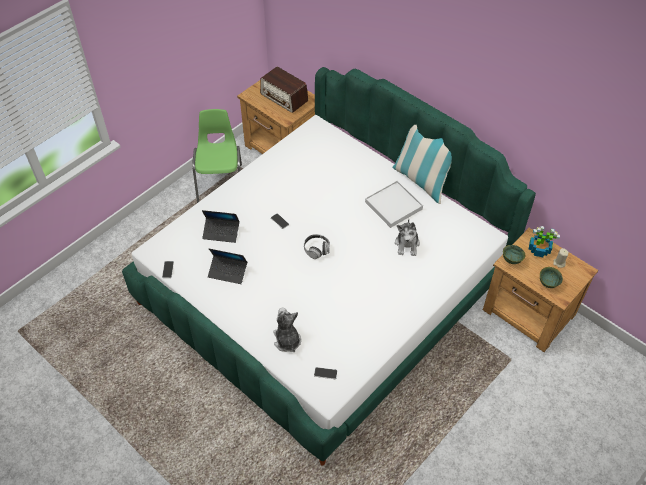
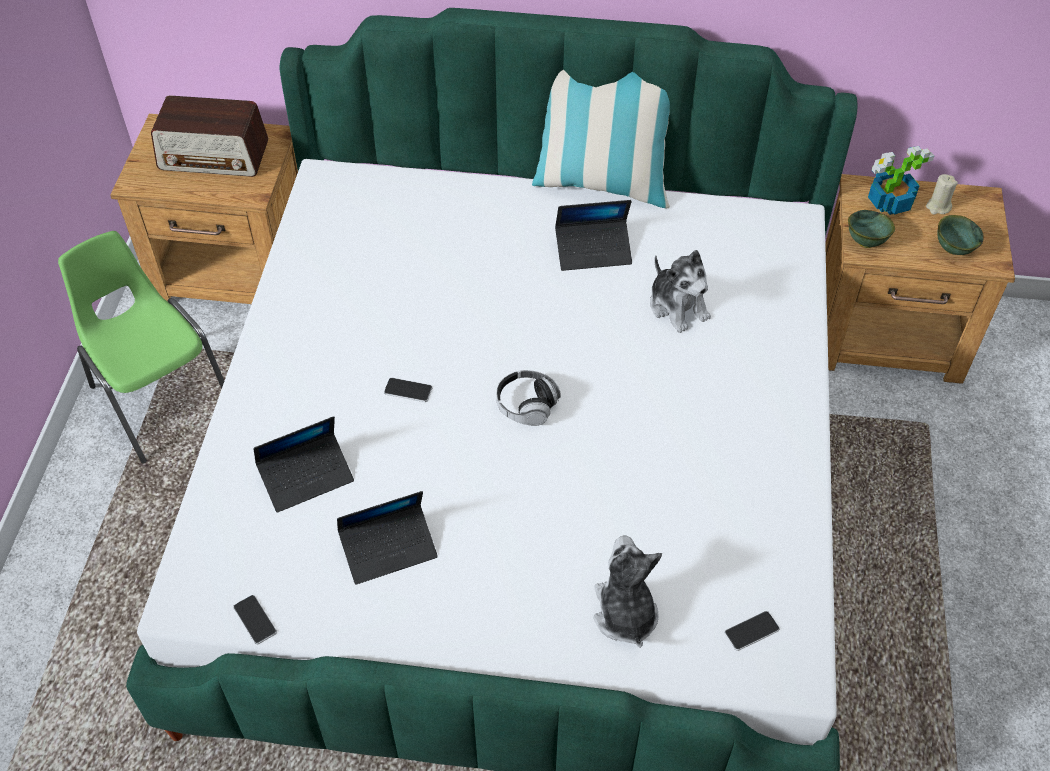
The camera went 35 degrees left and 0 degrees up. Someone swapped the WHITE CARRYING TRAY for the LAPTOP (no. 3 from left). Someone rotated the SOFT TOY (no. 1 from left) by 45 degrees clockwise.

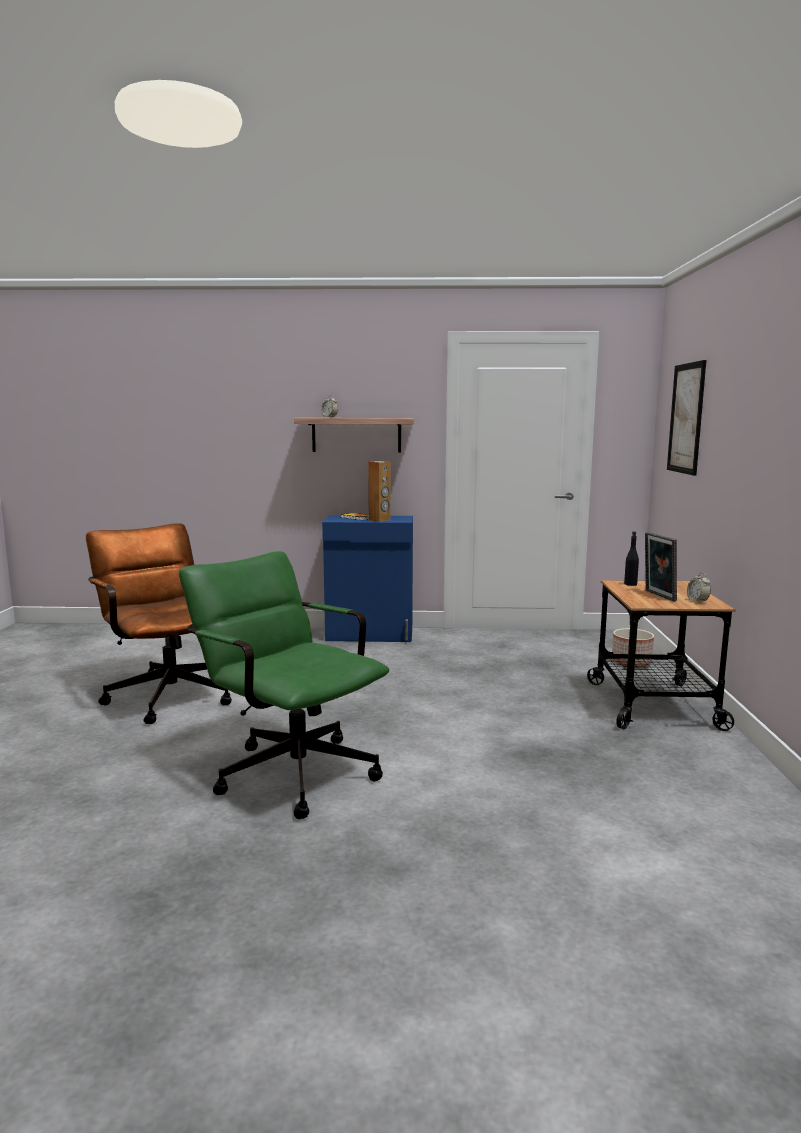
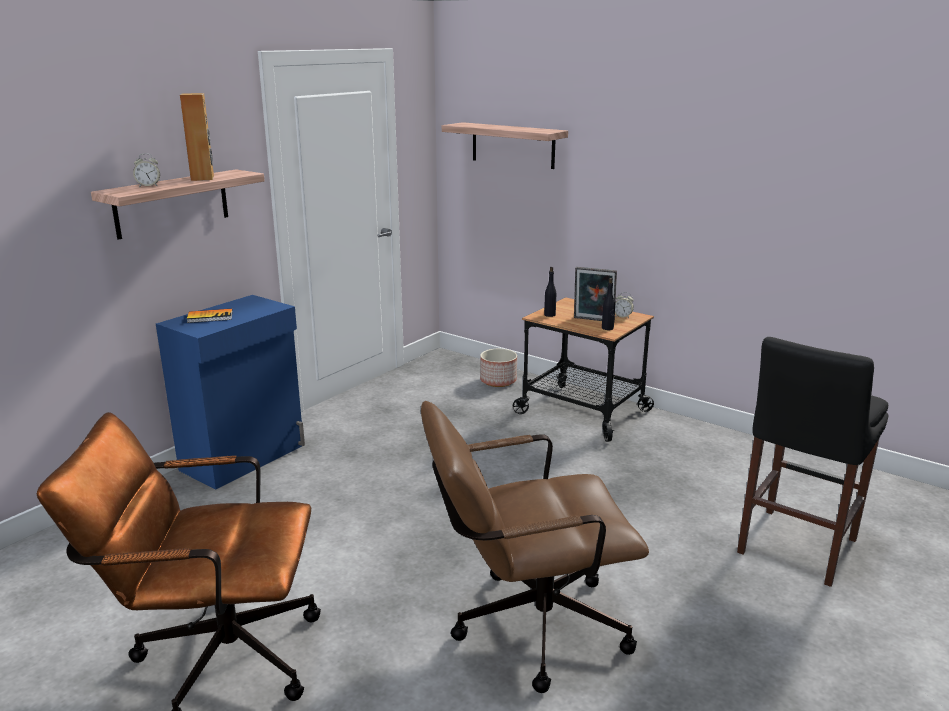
The camera went 55 degrees left and 10 degrees up. Someone put down the BLACKISH BOTTLE (no. 2 from left). Someone put down the BLACKISH STOOL. Someone carried the BROWNISH LOUDSPEAKER. Someone swapped the WALL PICTURE for the SHELF (no. 2 from left). Someone repainted the GREEN DESK CHAIR, which became the BROWNISH DESK CHAIR (no. 2 from left).

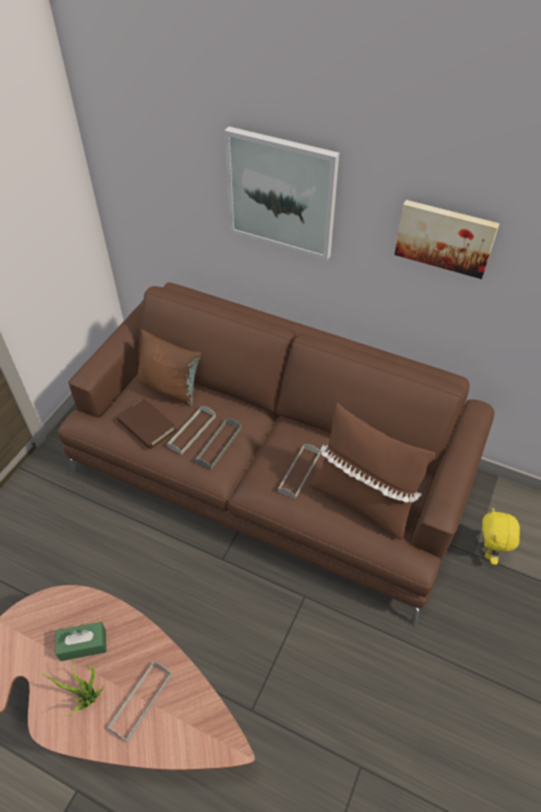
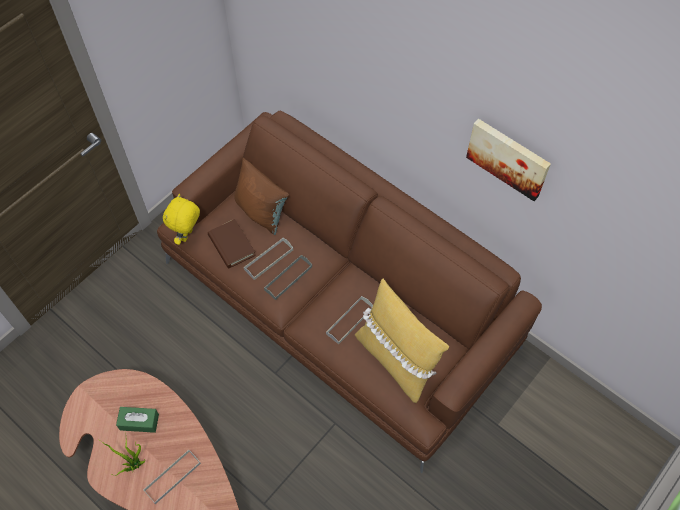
The camera went 15 degrees right and 10 degrees up. Someone took away the WALL PICTURE (no. 1 from left). Someone carried the YELLOW-COLOURED SOFT TOY. Someone repainted the BROWNISH PILLOW (no. 2 from left), which became the YELLOW-COLOURED PILLOW.

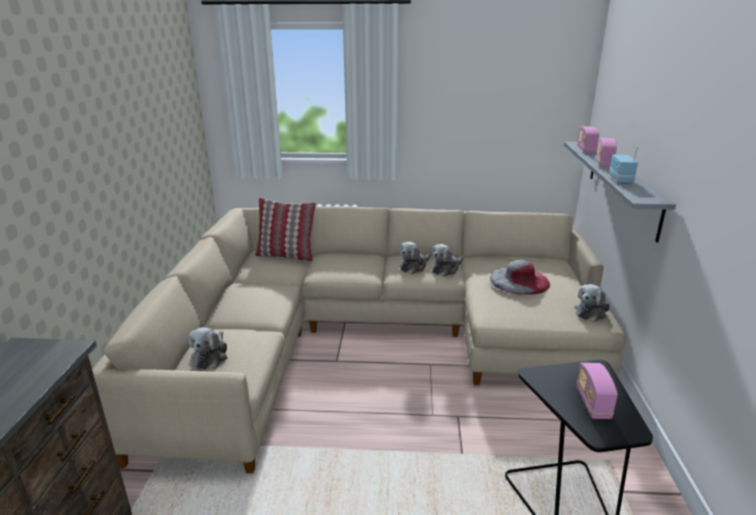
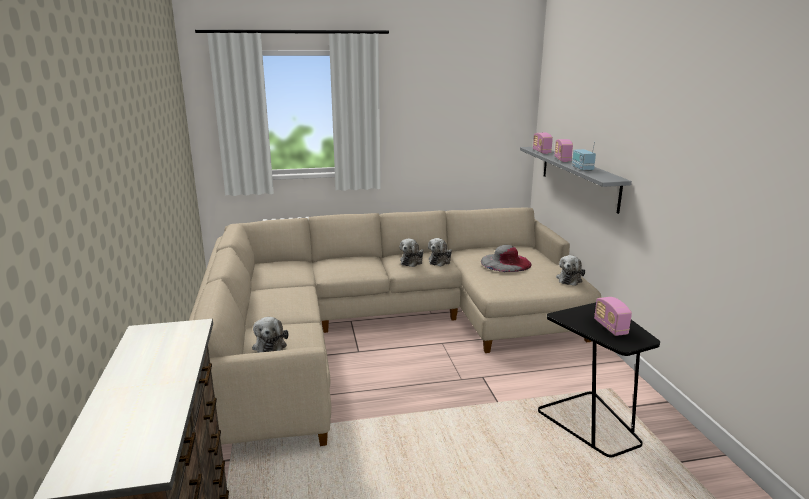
The camera went 15 degrees left and 5 degrees down. Someone took away the PILLOW.

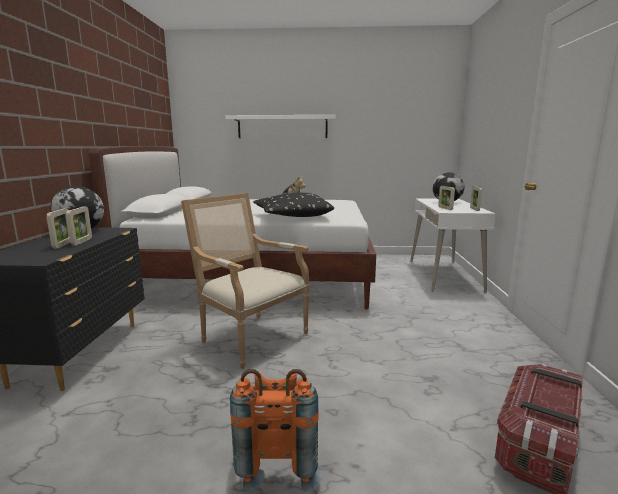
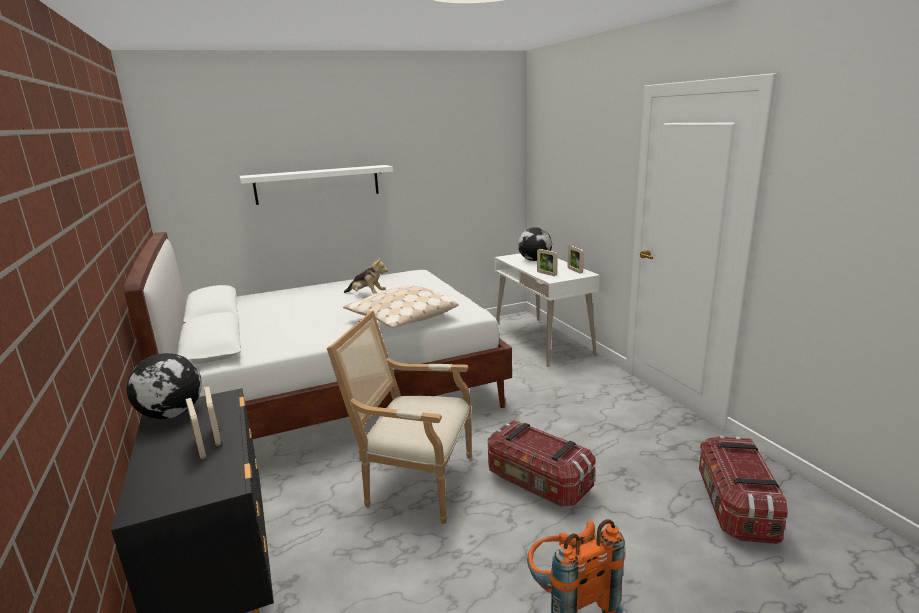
The camera went 25 degrees left and 5 degrees up. Someone put down the STORAGE BIN (no. 1 from left). Someone repainted the BLACKISH PILLOW, which became the SAND-COLOURED PILLOW.

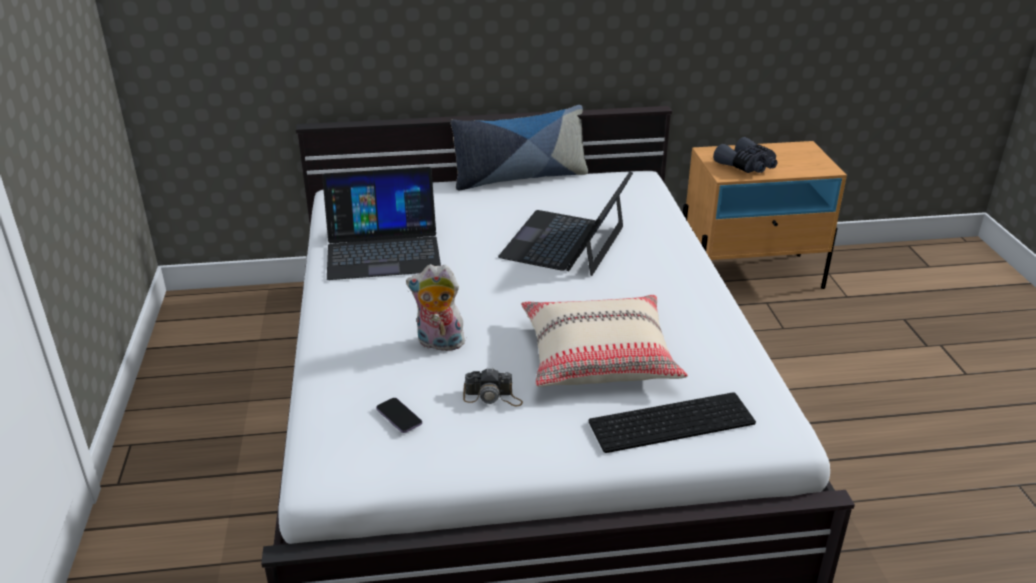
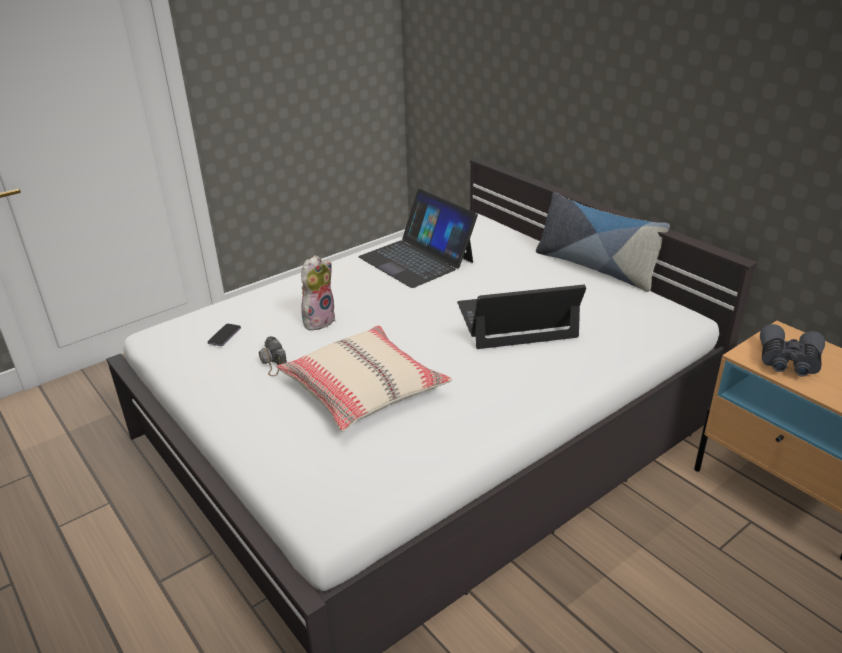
The camera went 60 degrees right and 0 degrees up. Someone took away the PC KEYBOARD. Someone rotated the SOFT TOY by 60 degrees clockwise.

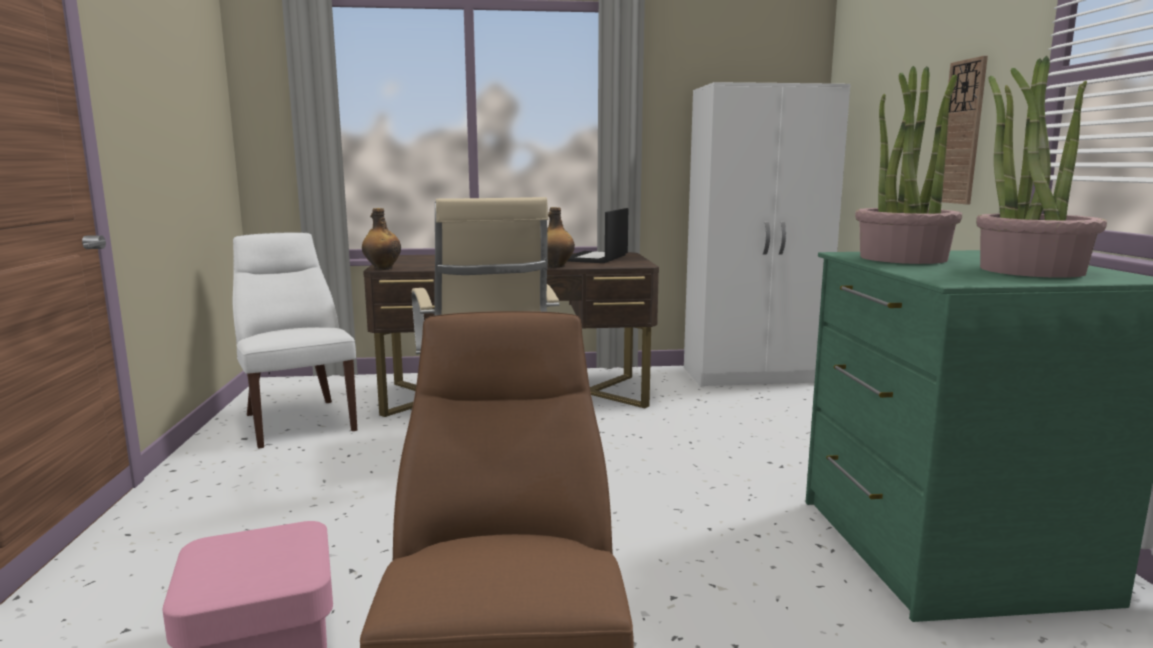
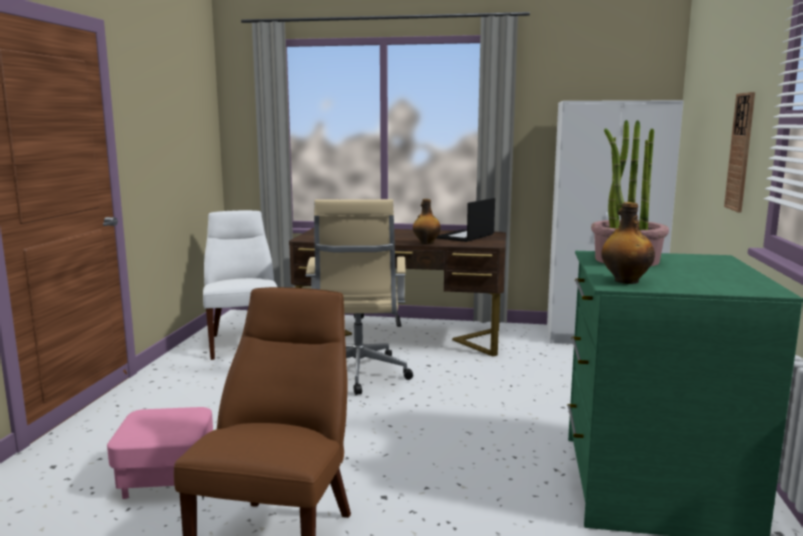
The camera went 15 degrees right and 0 degrees up. Someone took away the POTTED PLANT (no. 2 from left). Someone carried the BOTTLE (no. 1 from left in the first image).

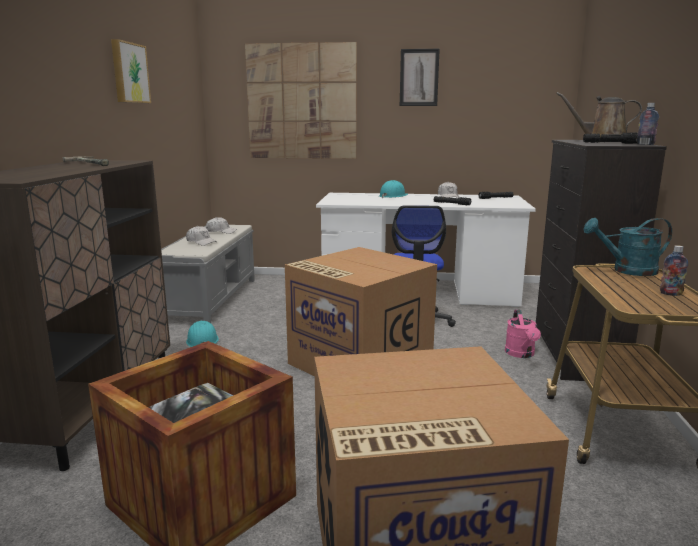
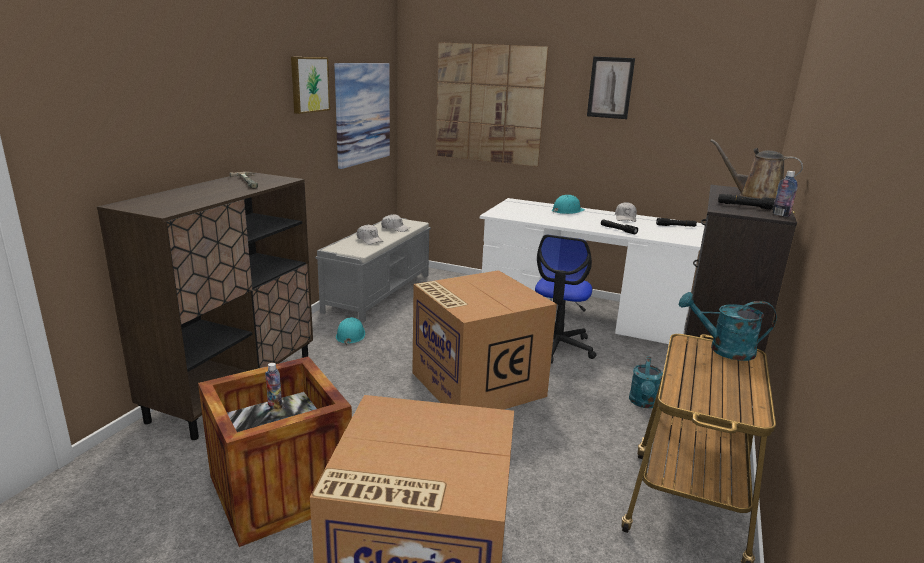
The camera went 15 degrees right and 5 degrees up. Someone put up the WALL PICTURE (no. 2 from left). Someone carried the BOTTLE (no. 2 from left in the first image). Someone repainted the PINKISH SPRINKLING CAN, which became the TURQUOISE SPRINKLING CAN (no. 1 from left).

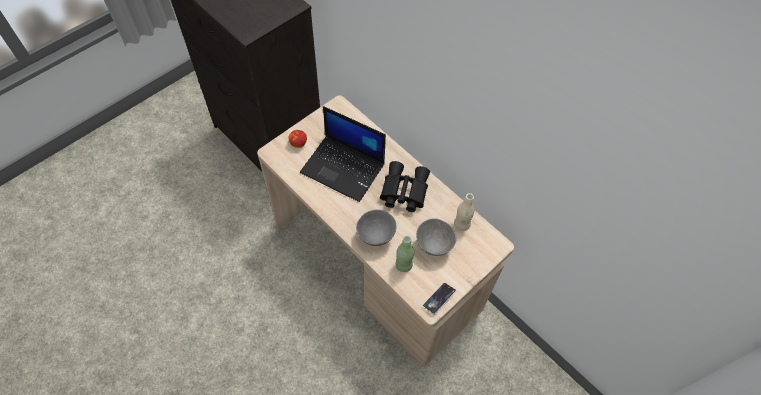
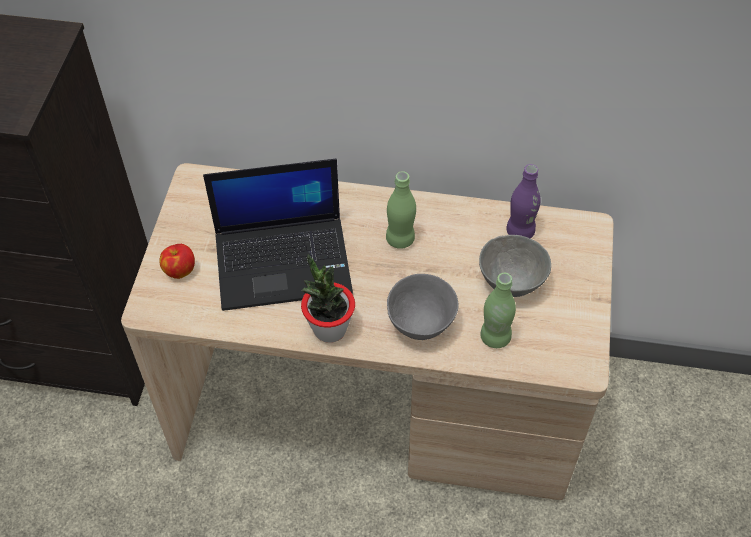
The camera went 35 degrees left and 5 degrees down. Someone took away the HANDSET. Someone put down the POTTED PLANT. Someone swapped the BLACKISH FIELD GLASSES for the GREEN BOTTLE (no. 1 from left). Someone repainted the SAND-COLOURED BOTTLE, which became the PURPLISH BOTTLE.

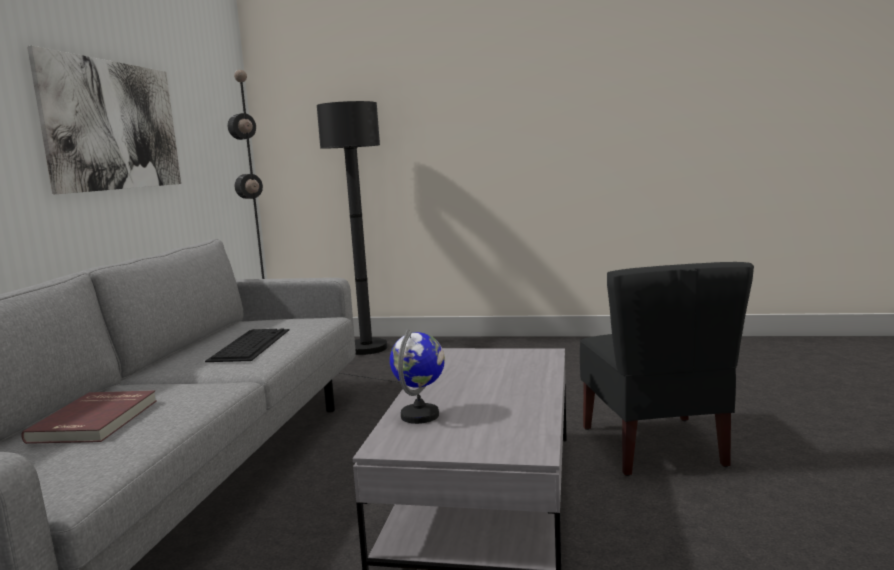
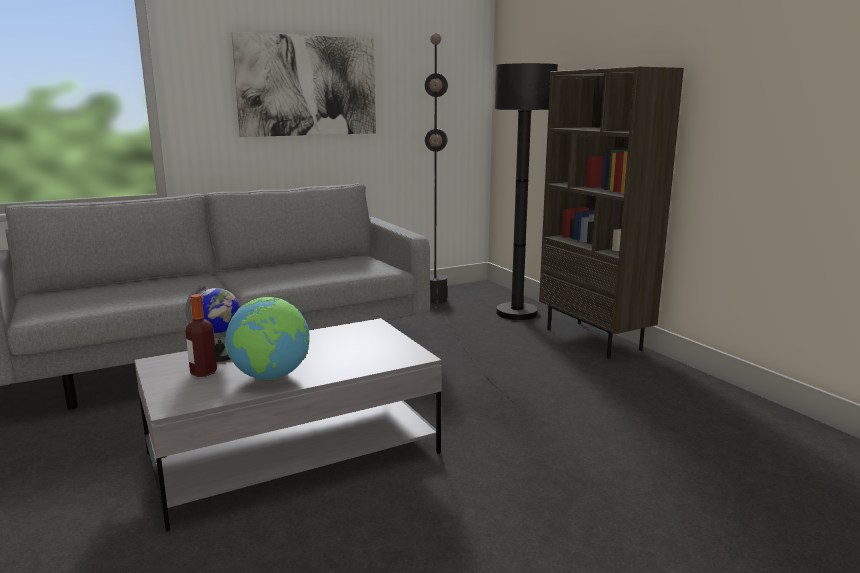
The camera went 50 degrees right and 5 degrees up. Someone took away the RED BOOK. Someone took away the PC KEYBOARD. Someone took away the BLACKISH CHAIR. Someone put down the BOTTLE. Someone put down the WORLD GLOBE (no. 2 from left). Someone put down the BROWNISH SHELVING UNIT.

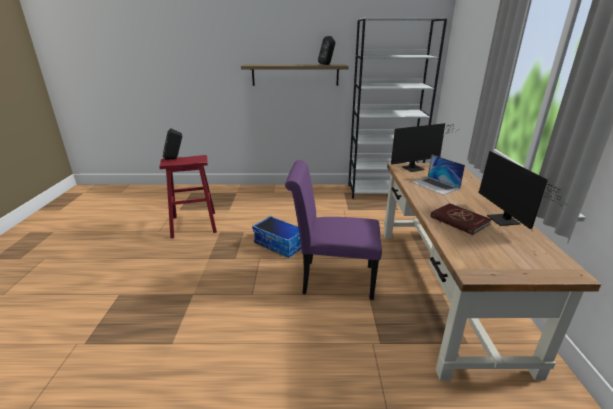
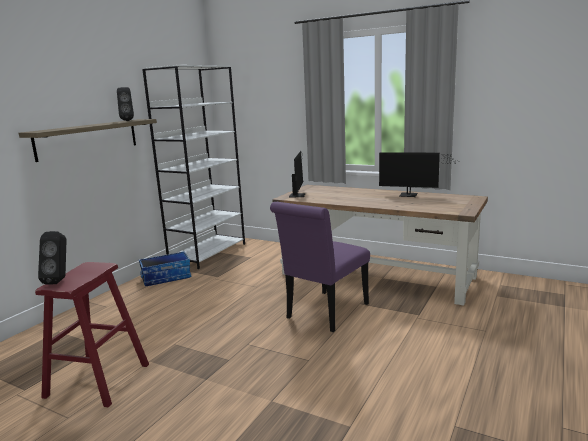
The camera went 60 degrees left and 10 degrees down. Someone took away the LAPTOP. Someone took away the RED BOOK. Someone carried the STORAGE BIN.

